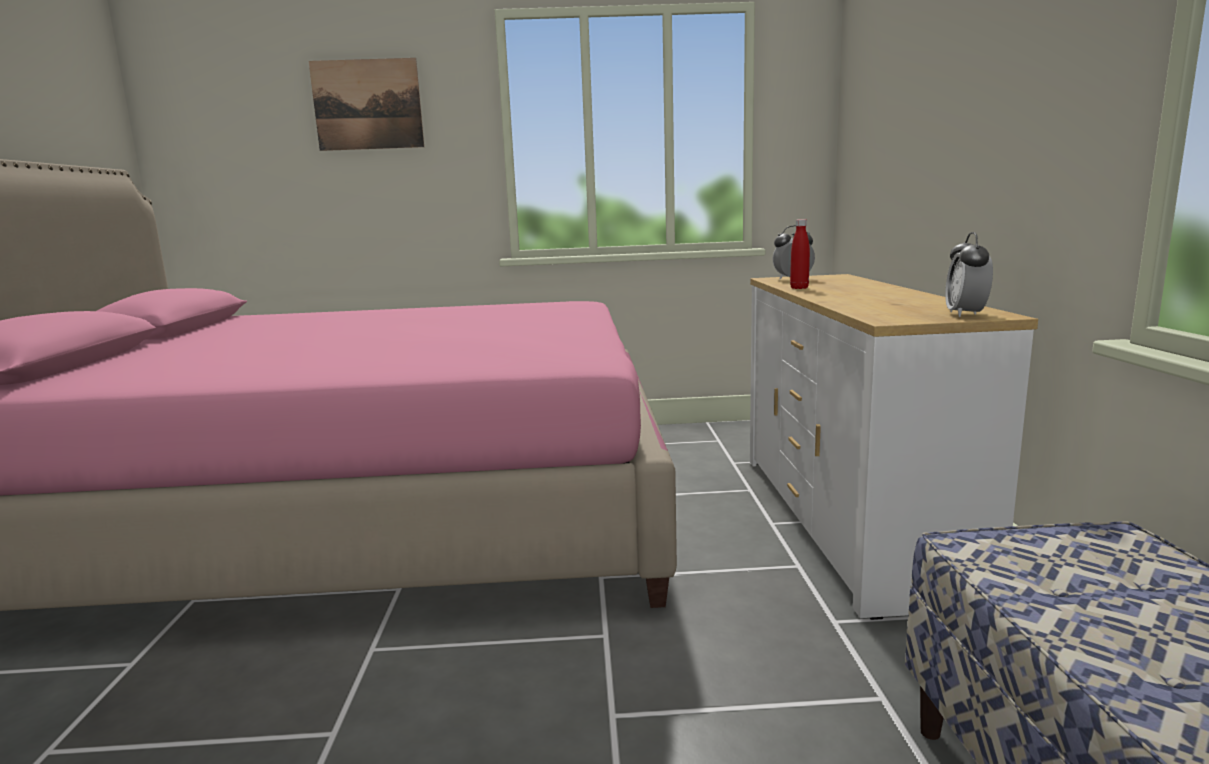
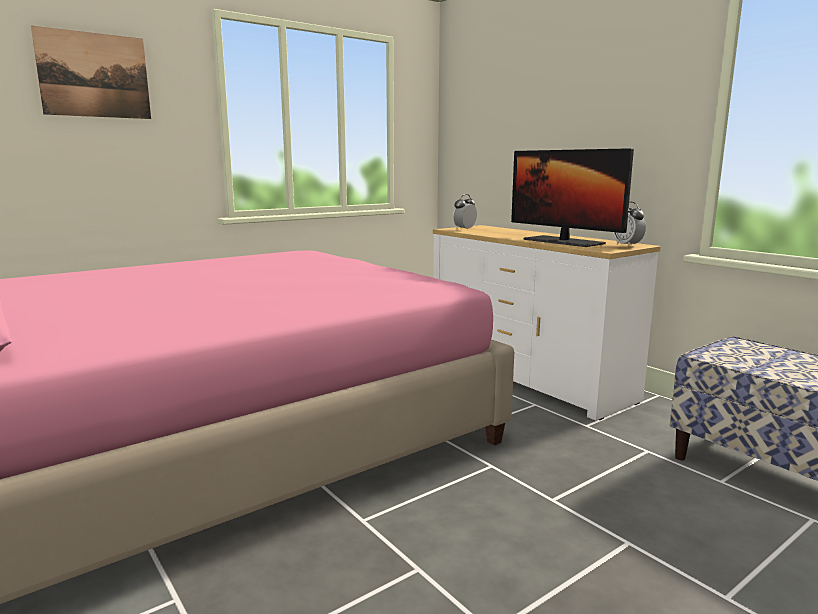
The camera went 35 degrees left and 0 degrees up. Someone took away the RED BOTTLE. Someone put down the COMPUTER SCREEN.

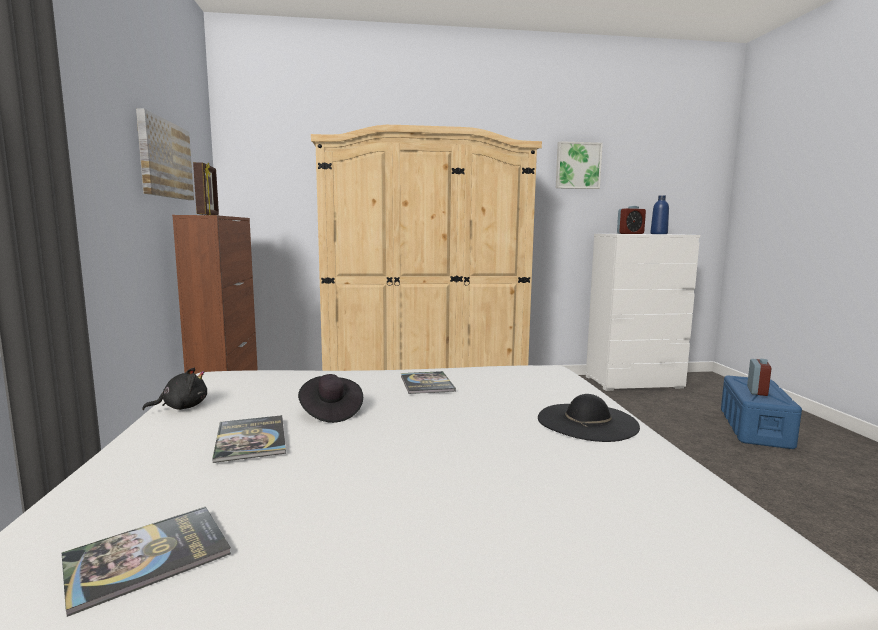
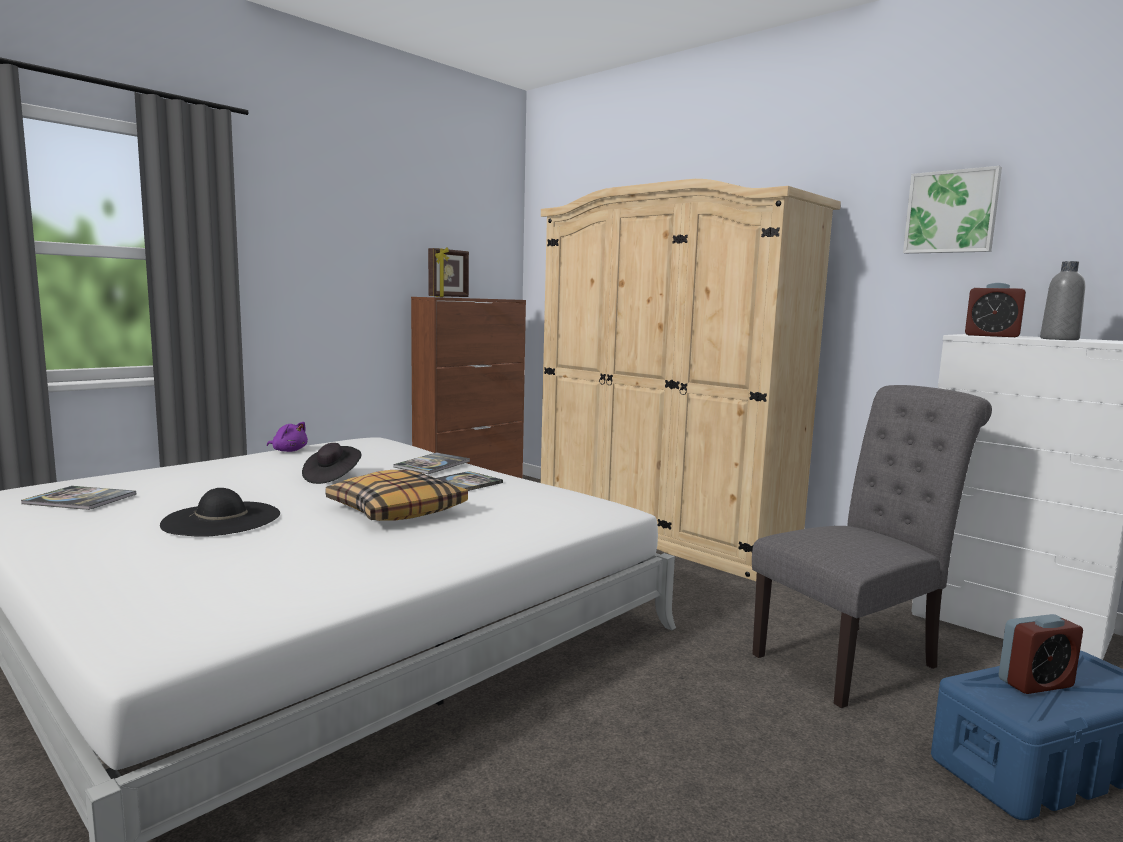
The camera went 50 degrees right and 0 degrees up. Someone took away the WALL PICTURE (no. 1 from left). Someone put down the PILLOW. Someone put down the GREY CHAIR. Someone carried the BOOK (no. 2 from left). Someone carried the BLACKISH WEARABLE HAT (no. 2 from left in the first image). Someone repainted the BLACKISH SOFT TOY, which became the PURPLISH SOFT TOY. Someone repainted the BLUISH BOTTLE, which became the GREY BOTTLE.

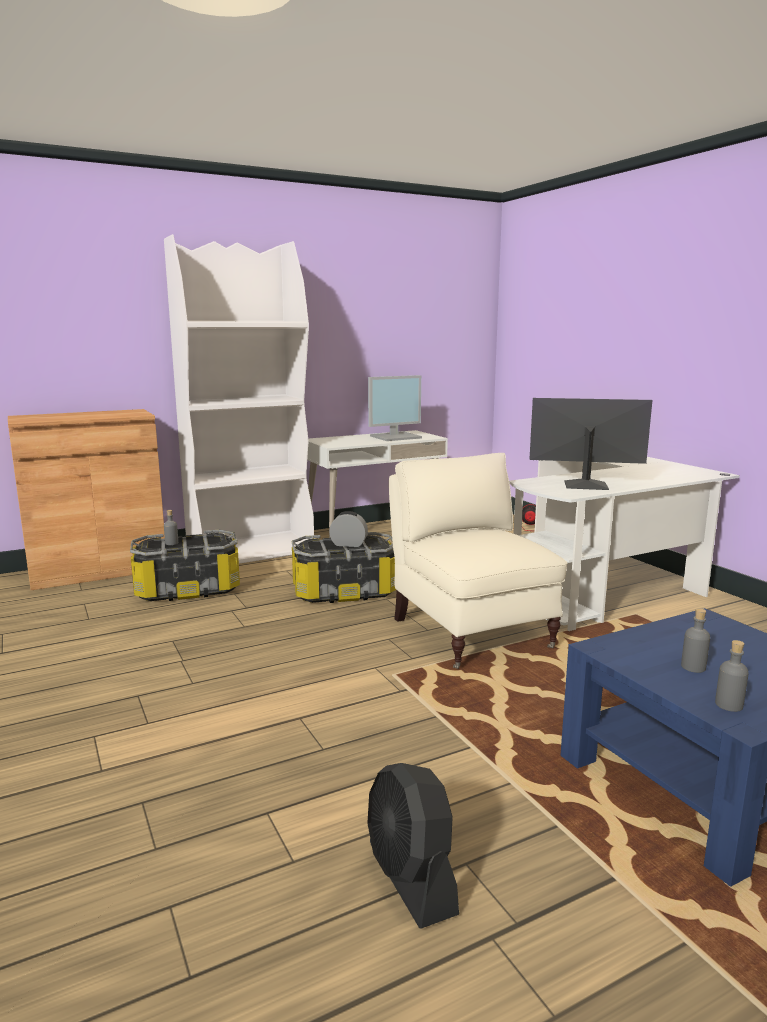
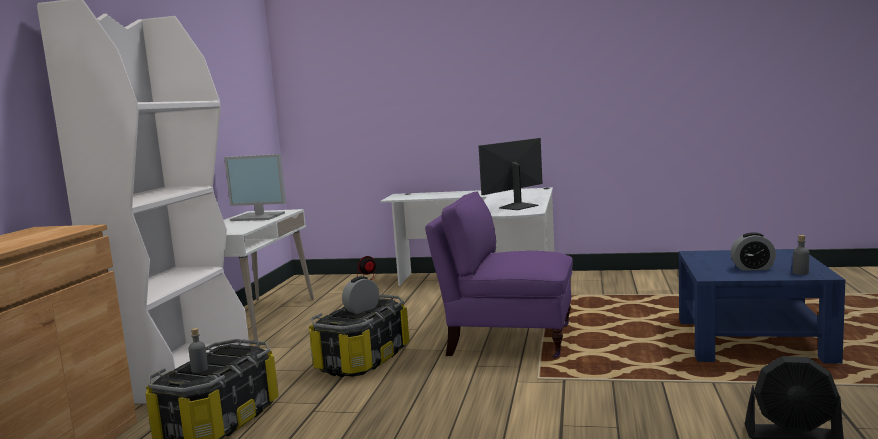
The camera went 50 degrees left and 5 degrees down. Someone swapped the GREY BOTTLE (no. 2 from left) for the BEDSIDE CLOCK (no. 2 from left). Someone repainted the SAND-COLOURED EASY CHAIR, which became the PURPLISH EASY CHAIR. Someone rotated the COMPUTER SCREEN (no. 1 from left) by 90 degrees clockwise.

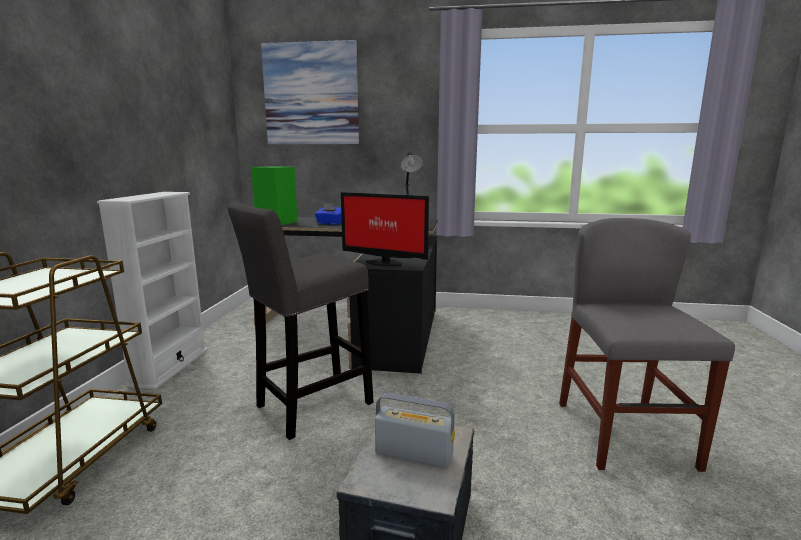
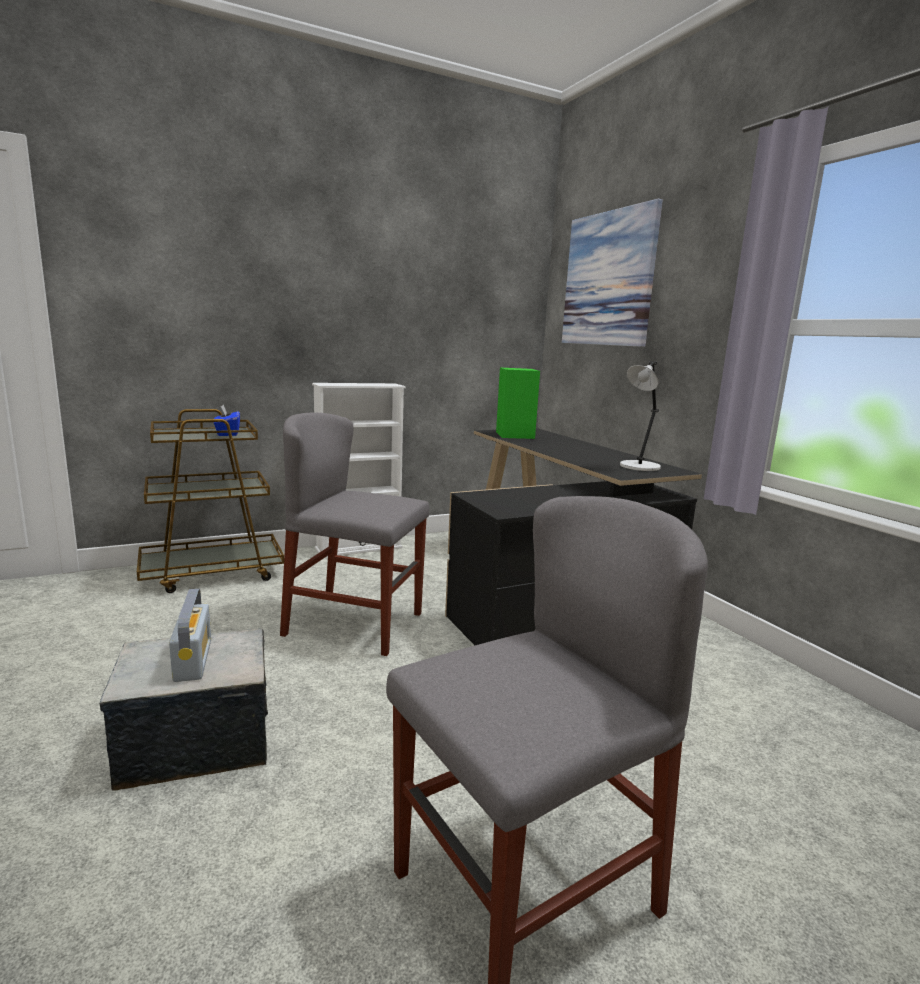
The camera went 55 degrees right and 0 degrees up. Someone took away the COMPUTER SCREEN. Someone carried the BLUISH BOX OF TISSUES. Someone swapped the GREY STOOL for the GREY CHAIR (no. 1 from left).

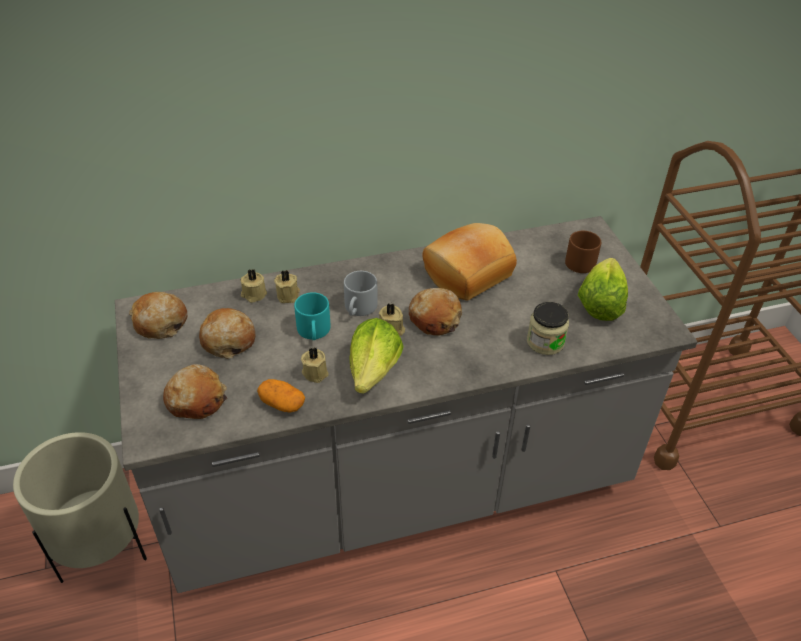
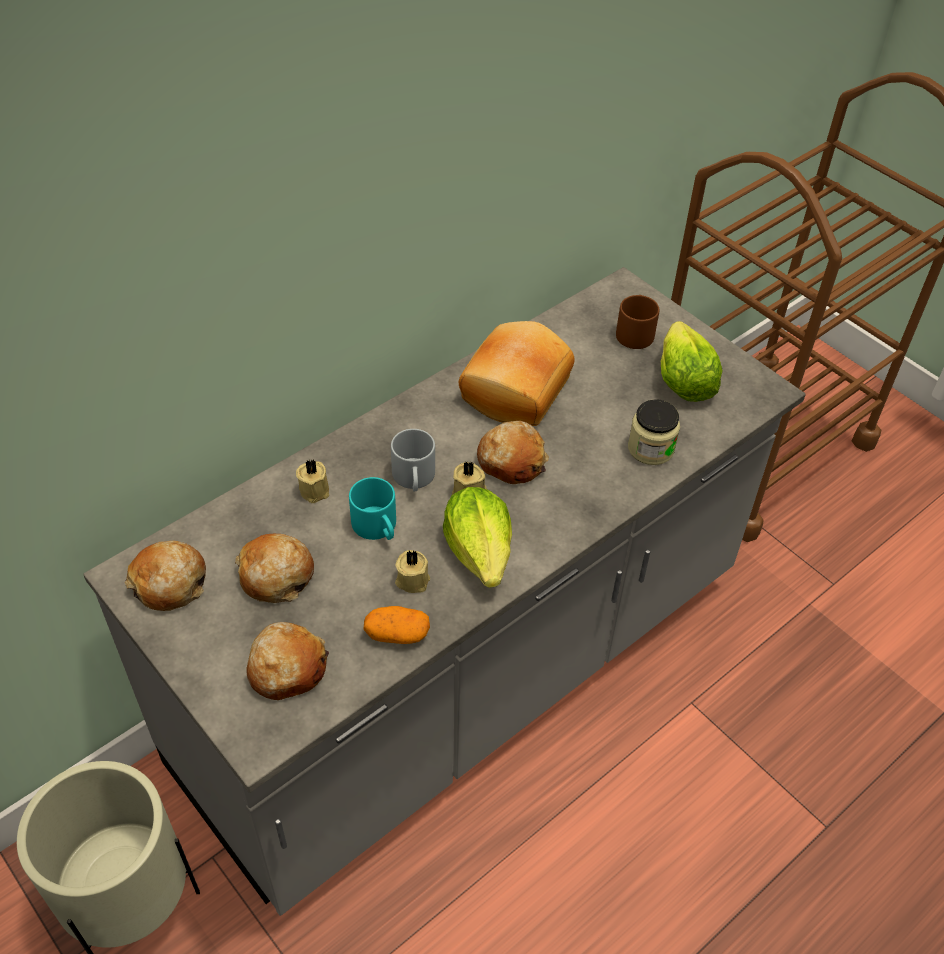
The camera went 25 degrees left and 5 degrees up. Someone took away the SAND-COLOURED WAX CANDLE (no. 1 from left).

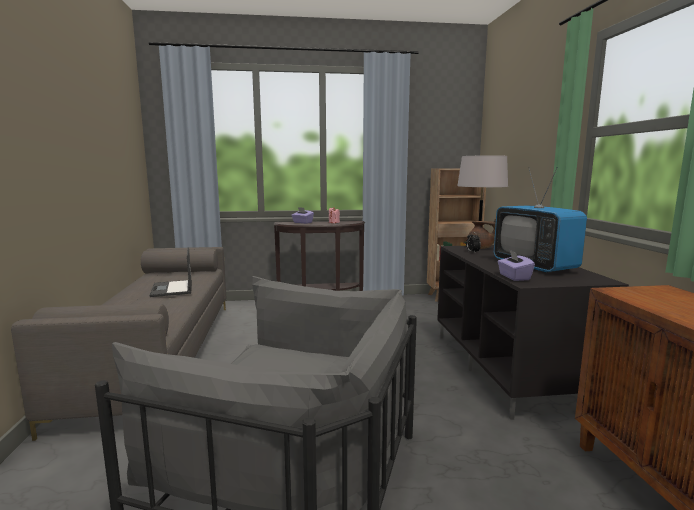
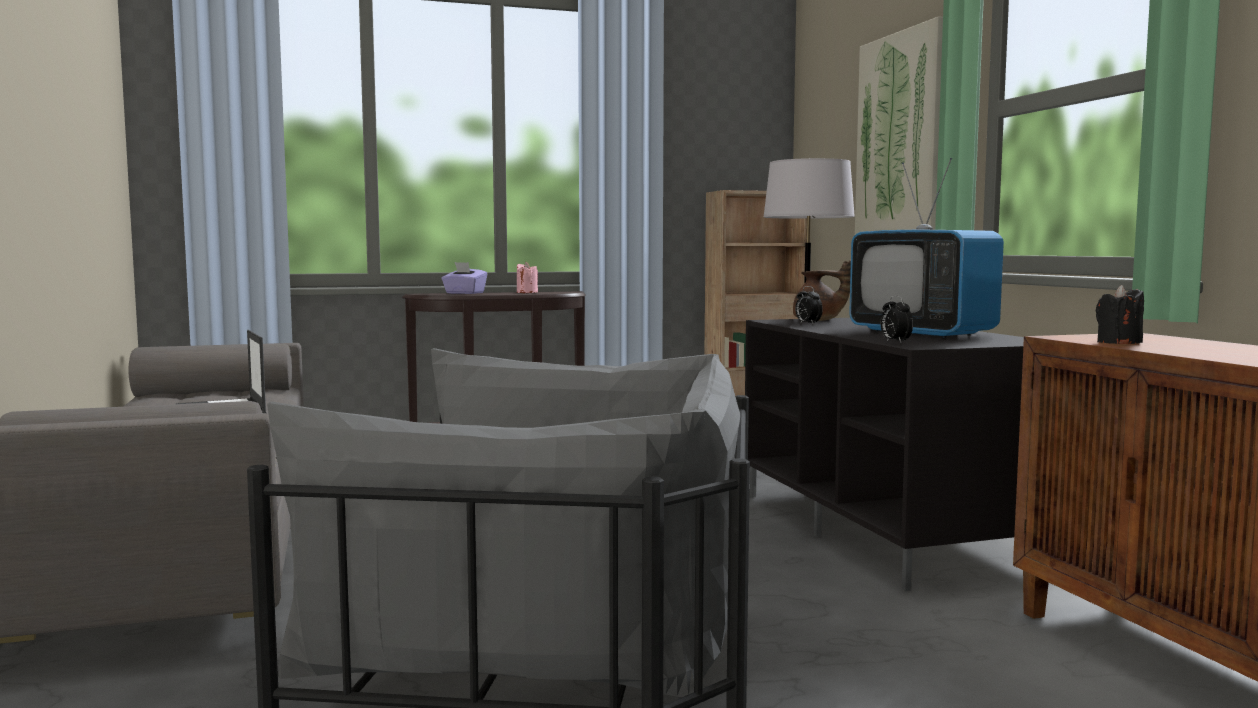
The camera went 10 degrees left and 5 degrees down. Someone put up the WALL PICTURE. Someone put down the BLACKISH WAX CANDLE. Someone swapped the PURPLISH BOX OF TISSUES (no. 2 from left) for the BEDSIDE CLOCK (no. 2 from left).

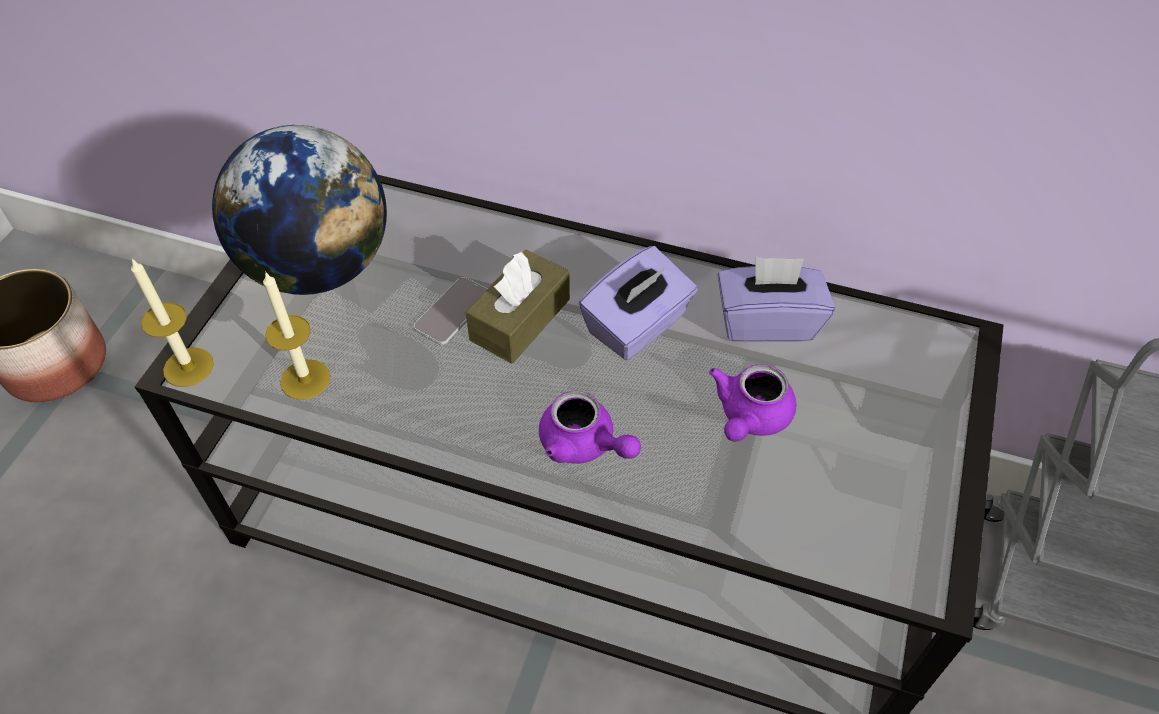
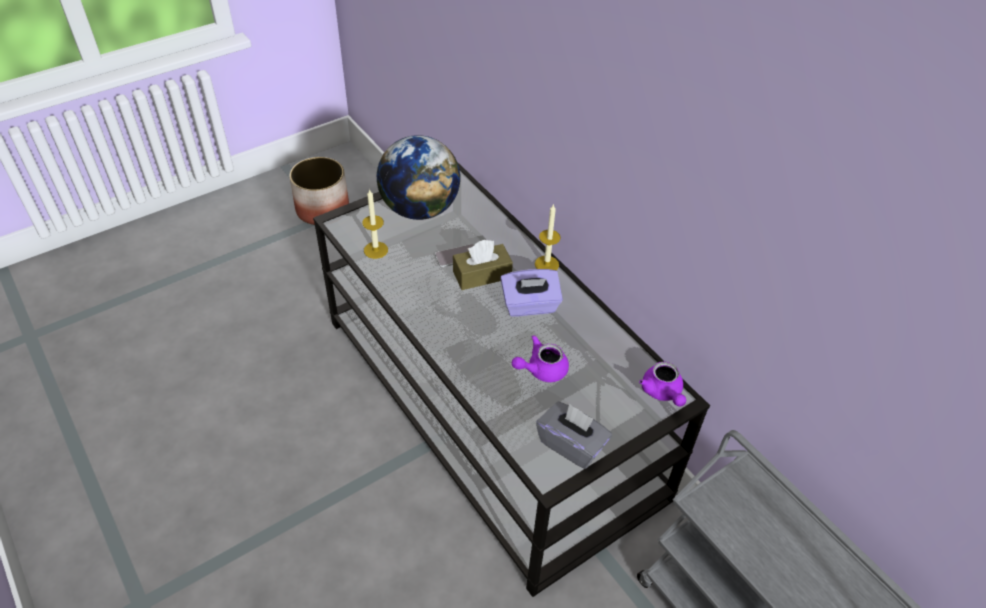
The camera went 35 degrees right and 5 degrees down. Someone took away the PURPLISH BOX OF TISSUES (no. 2 from left). Someone put down the GREY BOX OF TISSUES. Someone carried the WAX CANDLE (no. 1 from left in the first image). Someone carried the PURPLISH TEAPOT (no. 1 from left in the first image).

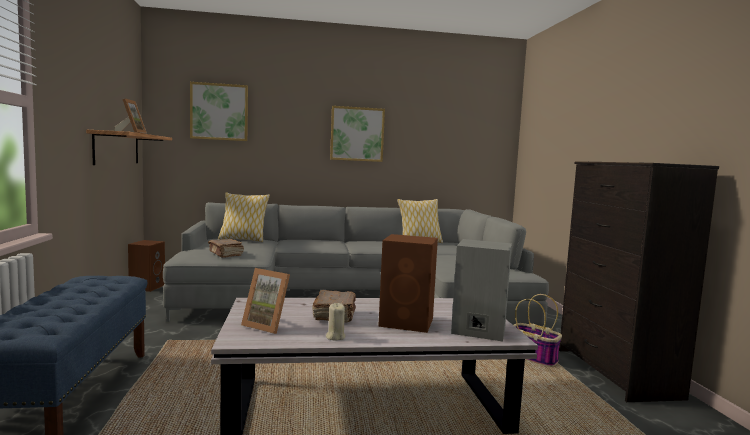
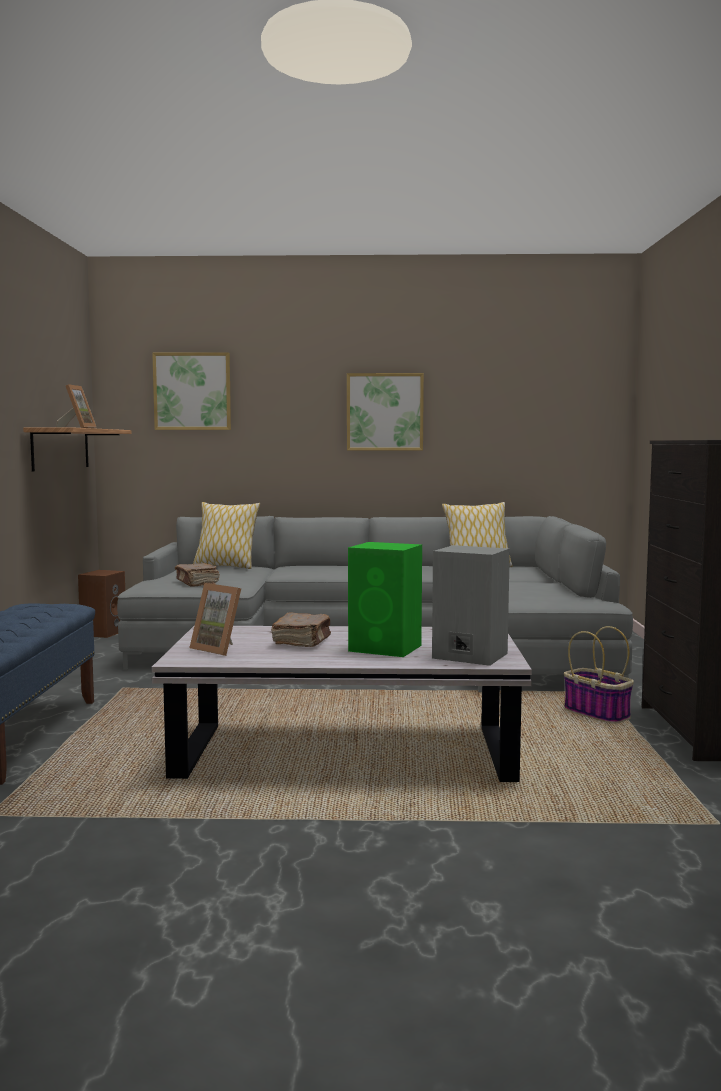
The camera went 10 degrees right and 0 degrees up. Someone took away the SAND-COLOURED WAX CANDLE. Someone repainted the BROWNISH LOUDSPEAKER (no. 2 from left), which became the GREEN LOUDSPEAKER.

